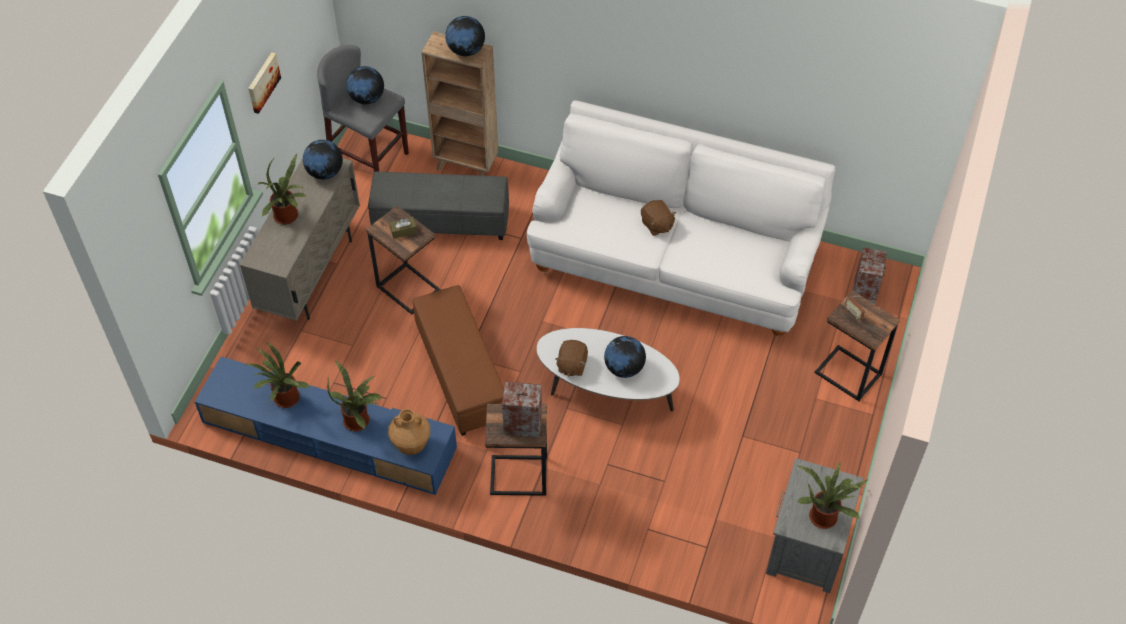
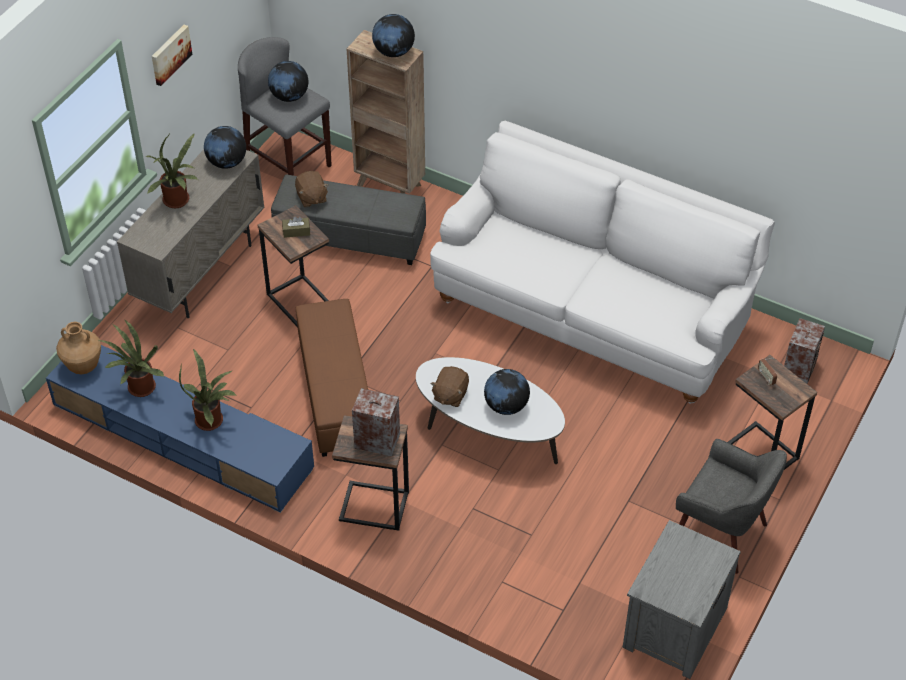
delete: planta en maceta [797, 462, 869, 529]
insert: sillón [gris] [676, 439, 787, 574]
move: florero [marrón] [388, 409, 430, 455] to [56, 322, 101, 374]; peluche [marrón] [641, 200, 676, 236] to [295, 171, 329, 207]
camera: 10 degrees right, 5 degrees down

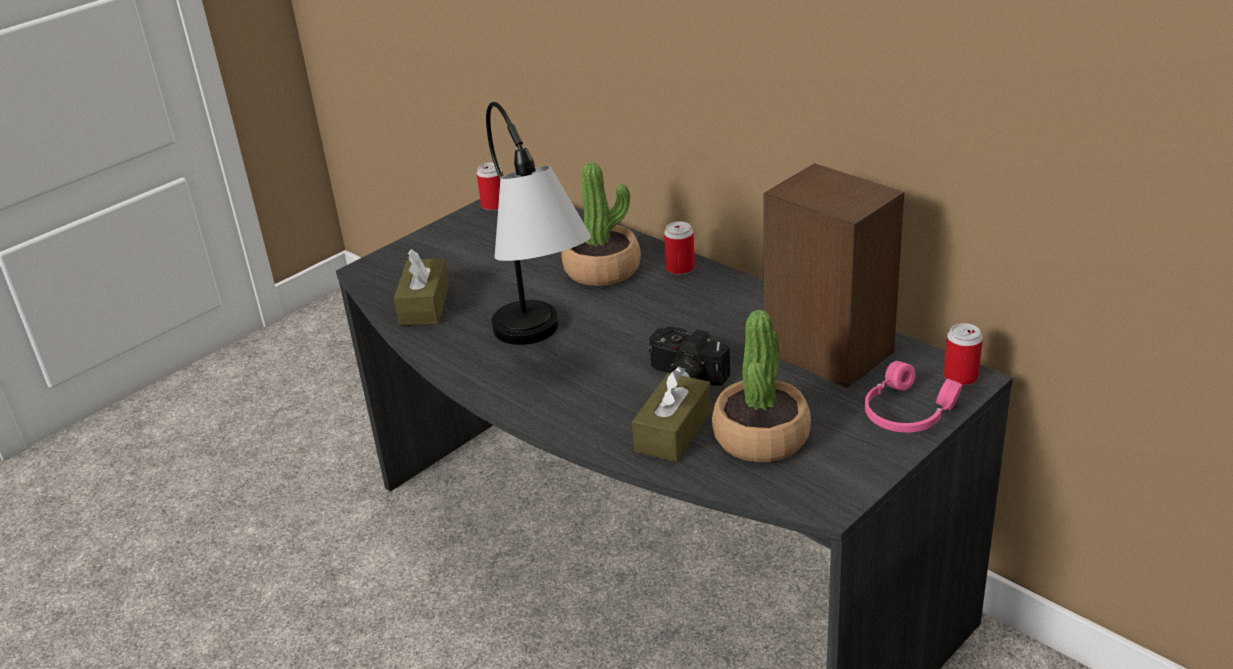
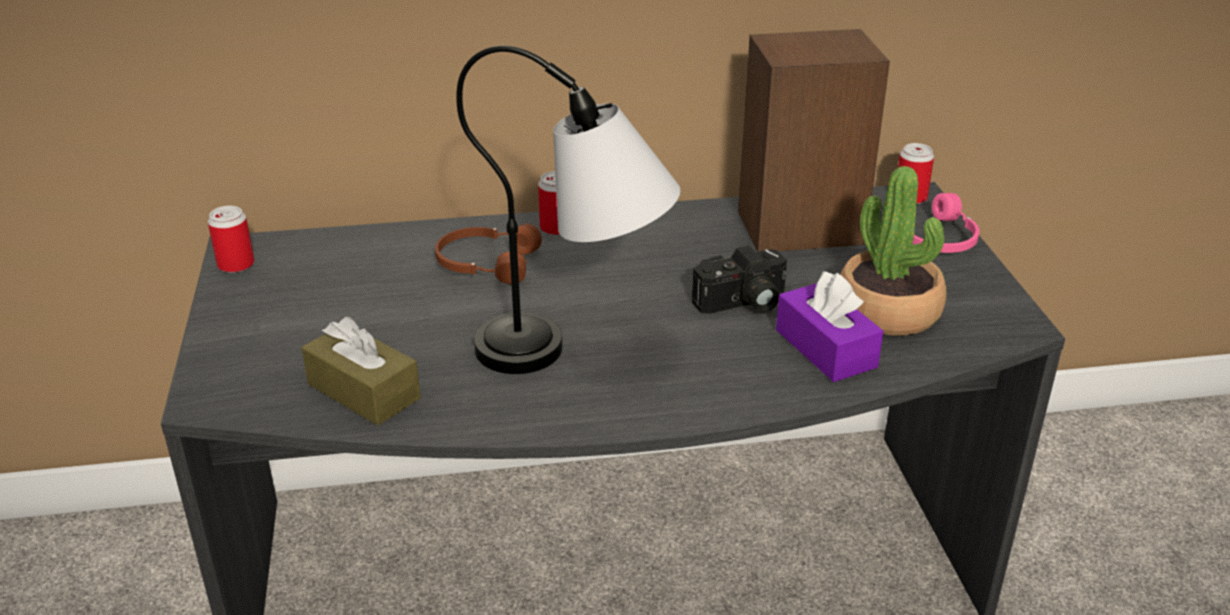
replace: planta en maceta [562, 162, 641, 286] to auriculares [marrón] [435, 223, 542, 284]
recolor: caja de pañuelos [marrón] [632, 367, 711, 462] to caja de pañuelos [morado] [776, 271, 884, 382]
camera: 55 degrees left, 0 degrees up

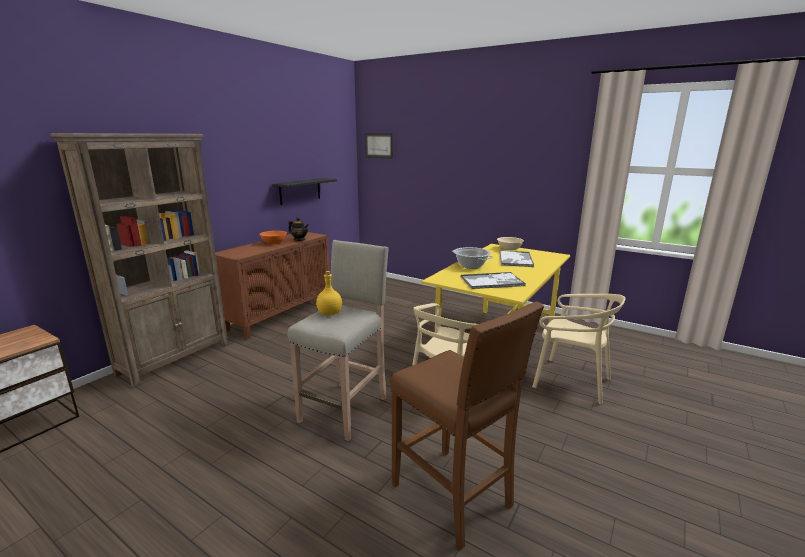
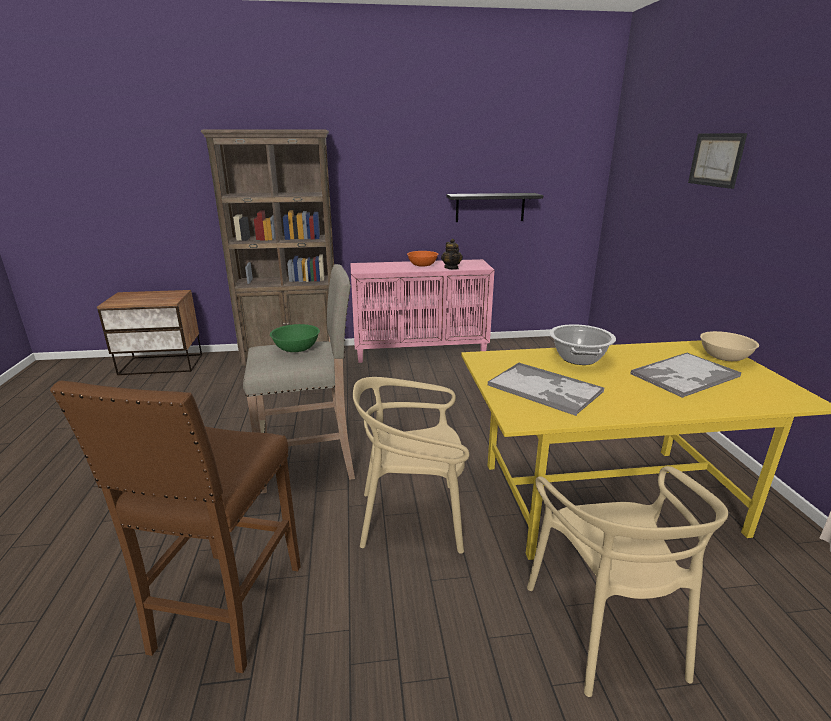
move: cuadro [365, 133, 393, 159] to [688, 133, 747, 189]
replace: botella [amarillo] [316, 271, 342, 316] to cuenco [verde] [270, 324, 320, 352]
recolor: armario [marrón] [215, 232, 330, 339] to armario [rosa] [350, 259, 495, 363]
camera: 50 degrees right, 5 degrees up

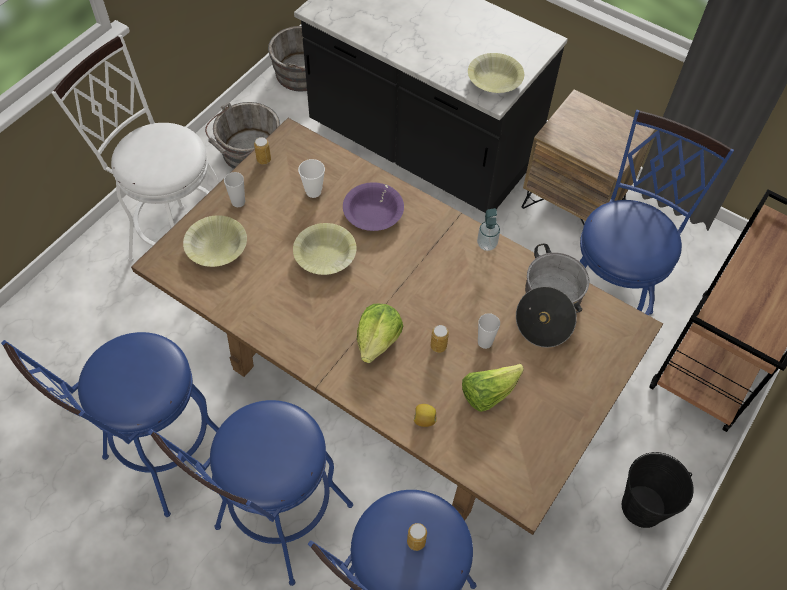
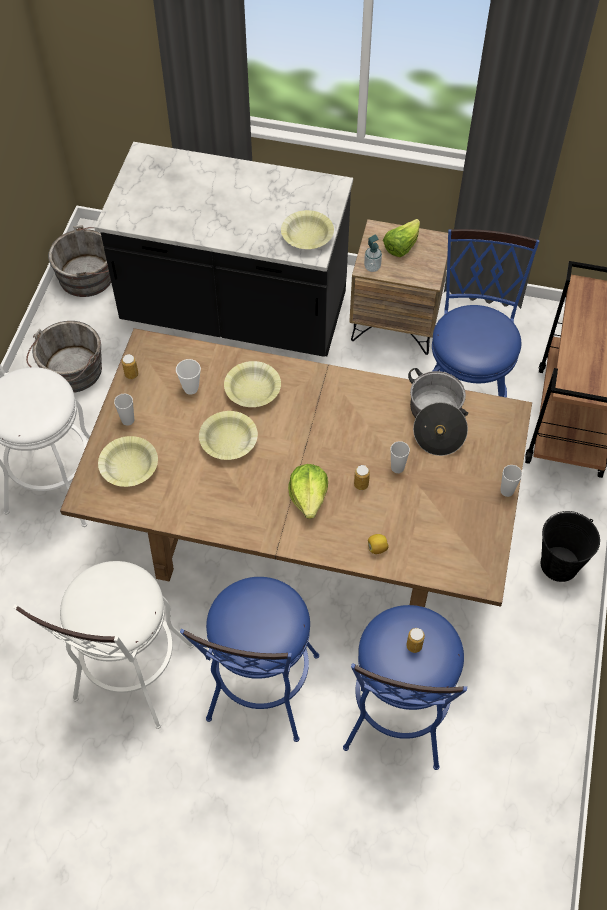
insert: taza [500, 465, 522, 497]
move: dispensador de jabón [477, 208, 500, 251] to [364, 235, 382, 272]; lechuga [462, 364, 524, 412] to [383, 219, 420, 257]
recolor: taburete [azul] [1, 332, 219, 517] to taburete [blanco] [13, 561, 194, 729]; cuenco [morado] [343, 182, 404, 231] to cuenco [amarillo] [224, 361, 281, 407]
camera: 20 degrees left, 0 degrees up

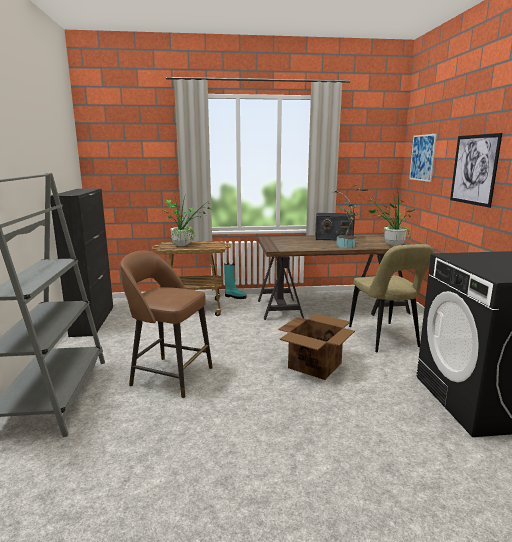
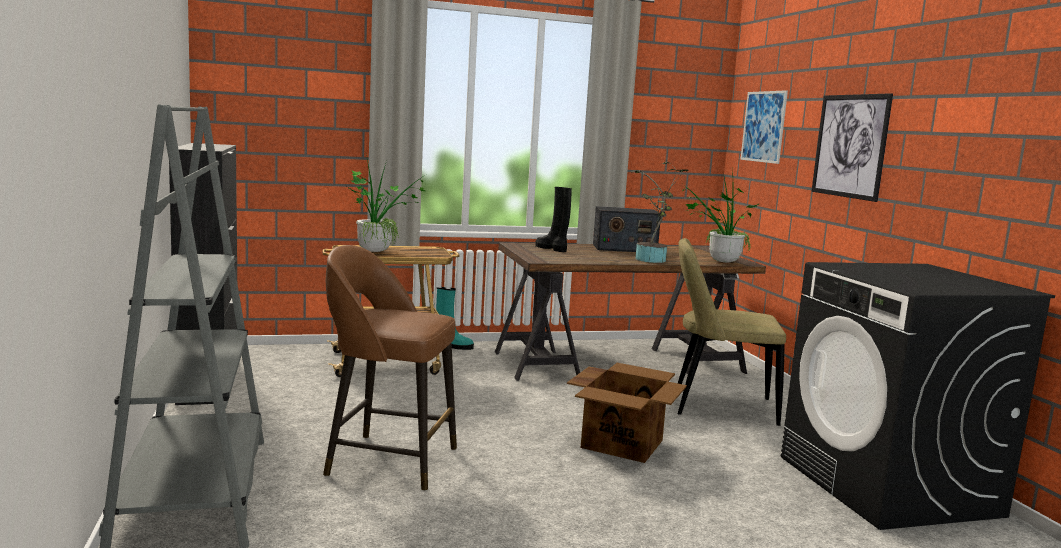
insert: bota [negro] [535, 187, 572, 252]
rotate: silla [beis] [349, 244, 433, 353] = [678, 238, 786, 426] 120 degrees clockwise
camera: 10 degrees left, 5 degrees down

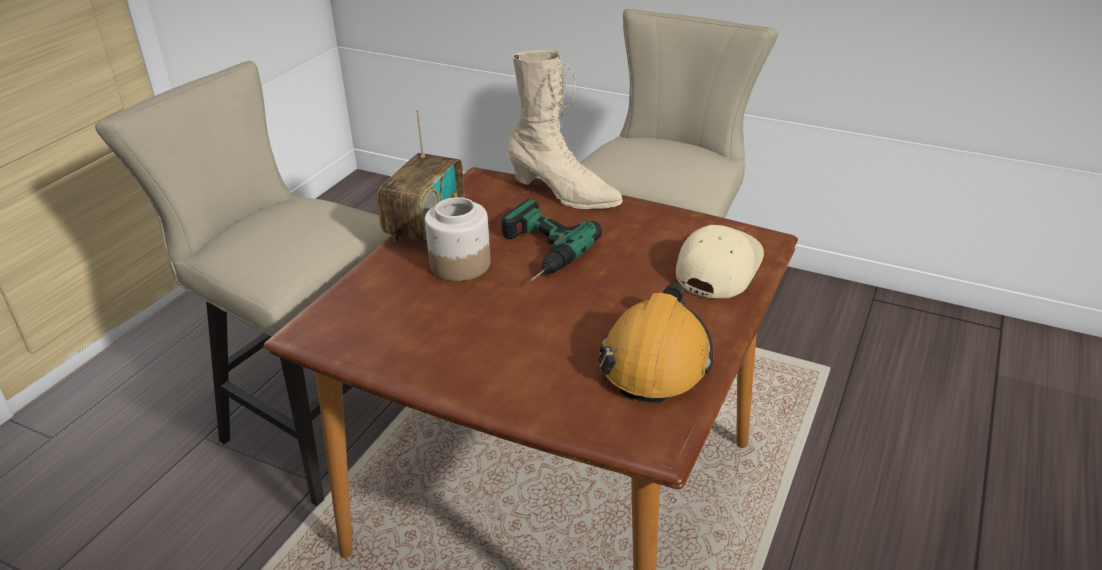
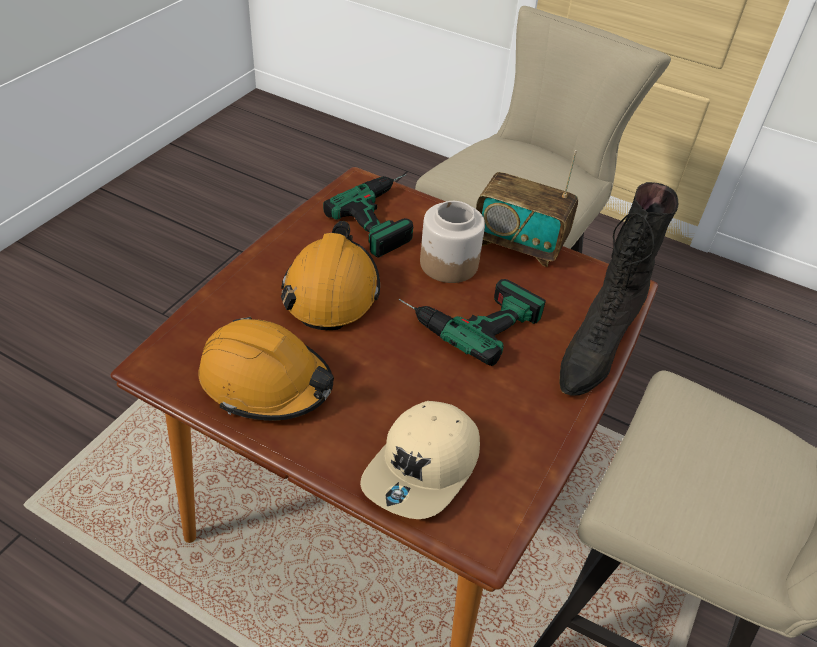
insert: casco [naranja] [281, 221, 380, 330]; taladro [323, 174, 413, 258]
recolor: bota [beis] [507, 50, 623, 209] to bota [negro] [559, 182, 679, 396]
rotate: gorra [beis] [676, 225, 764, 298] = [360, 401, 480, 519] 90 degrees clockwise
camera: 90 degrees right, 10 degrees up

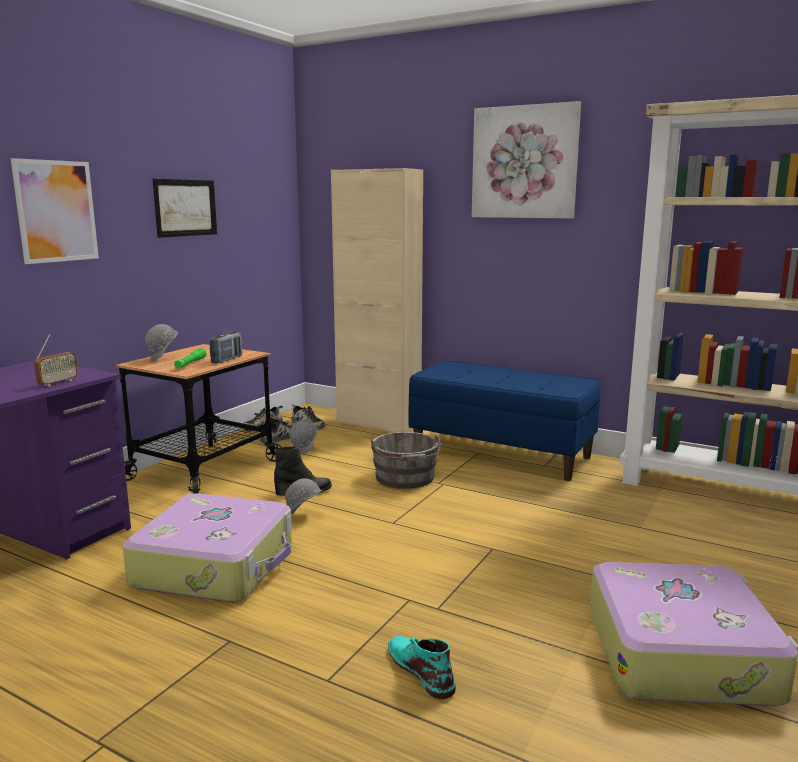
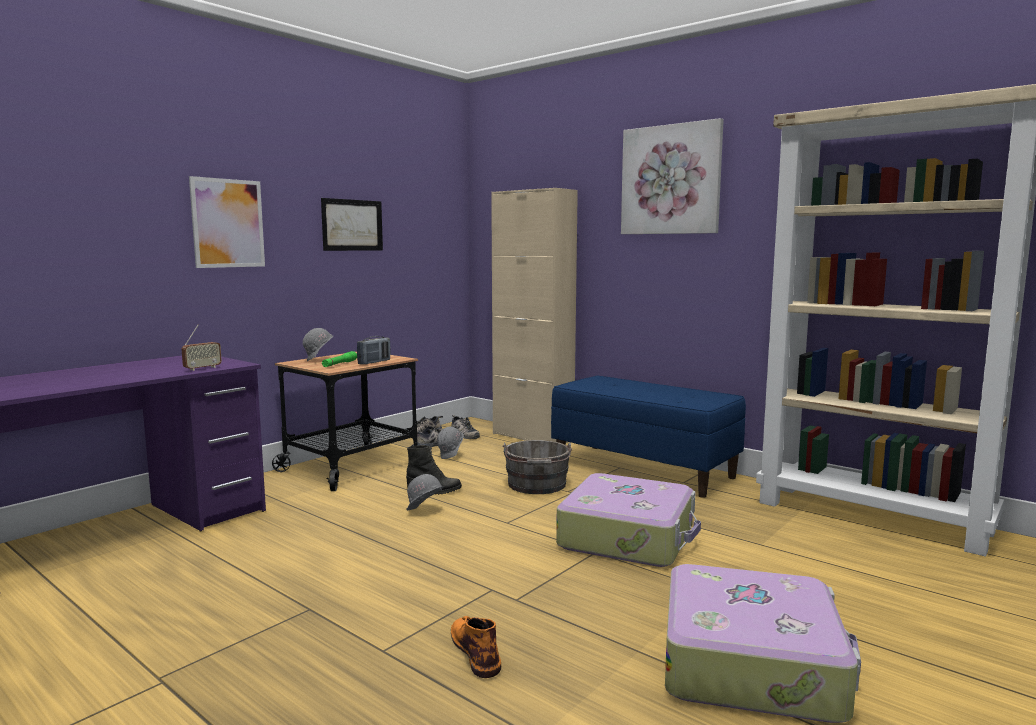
move: maleta [123, 493, 292, 603] to [556, 473, 701, 567]
recolor: bota [turquesa] [388, 636, 456, 699] to bota [naranja] [451, 616, 501, 678]
camera: 10 degrees right, 5 degrees down

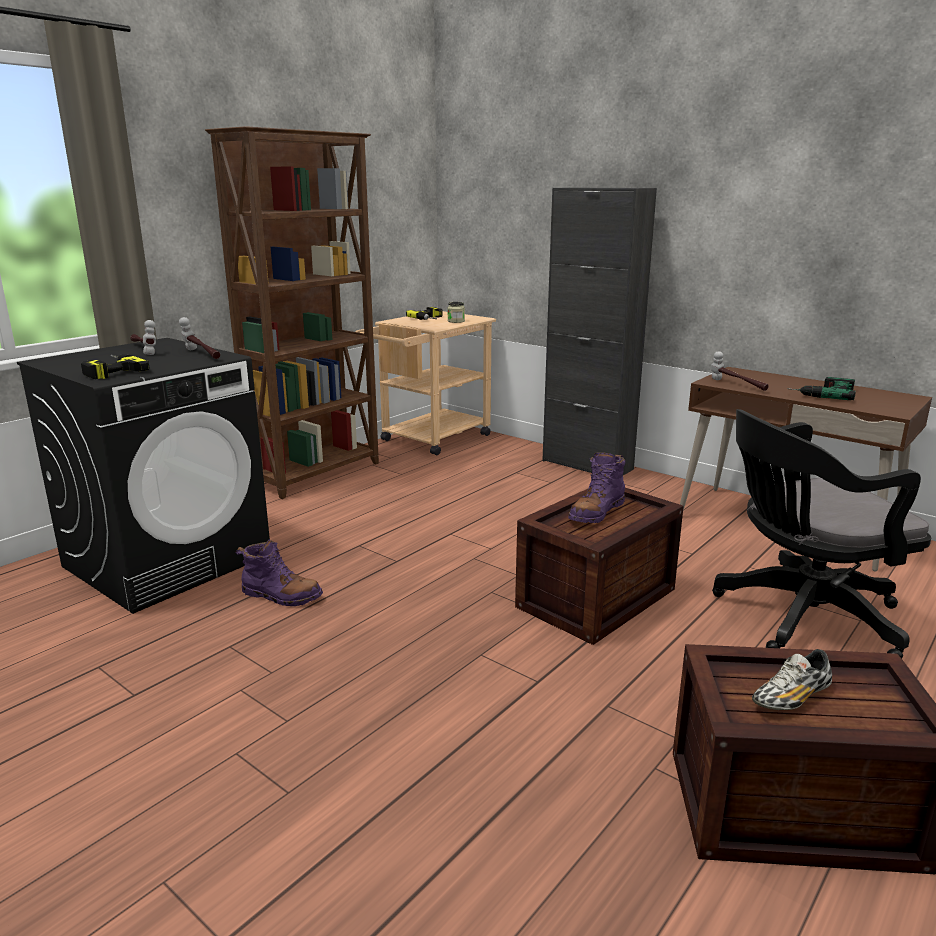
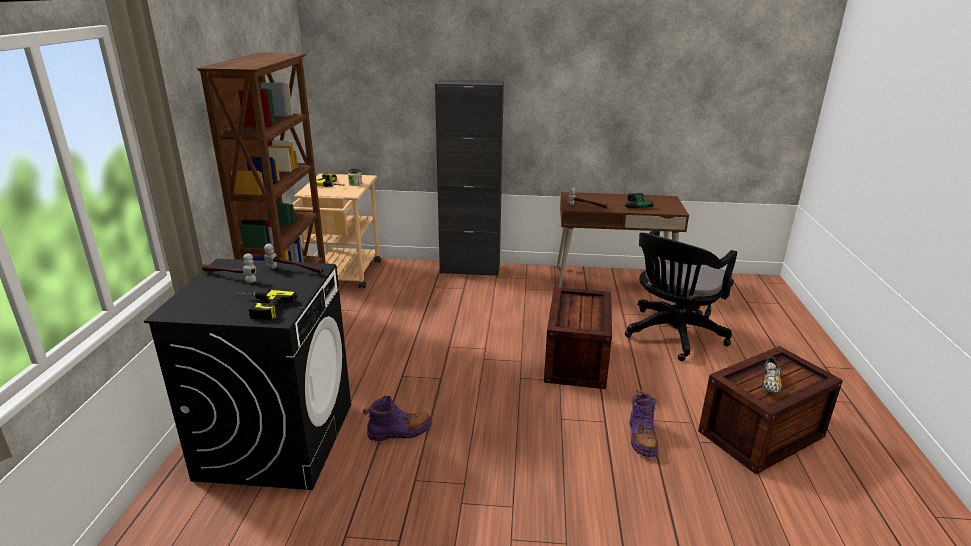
move: bota [morado] [568, 452, 625, 523] to [630, 390, 658, 457]
camera: 35 degrees left, 5 degrees up

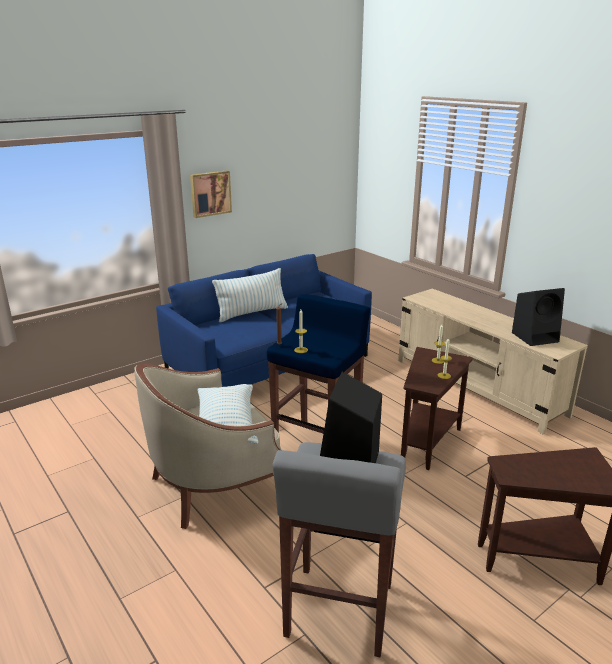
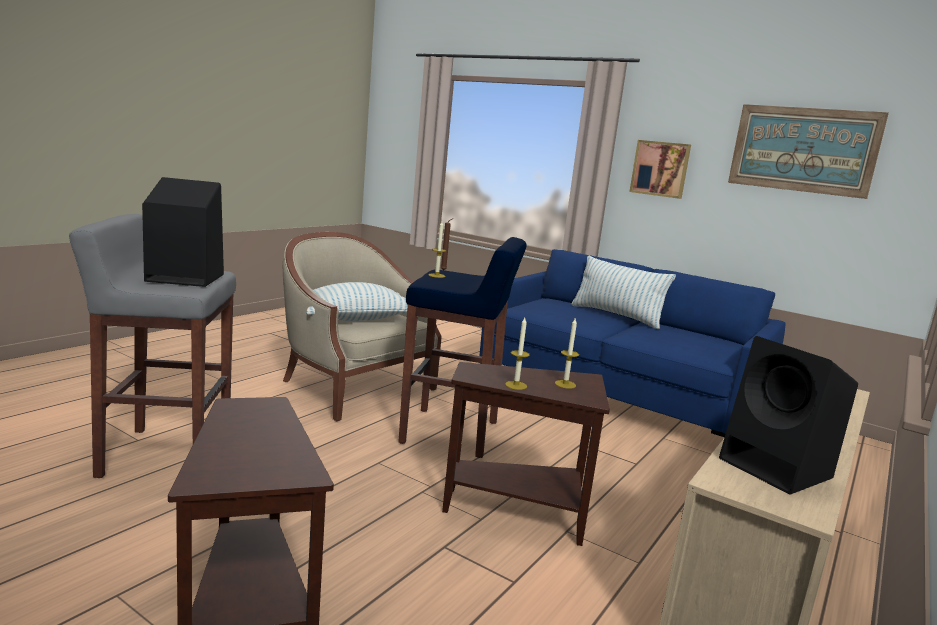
insert: cuadro [728, 104, 889, 199]
camera: 70 degrees right, 10 degrees down

